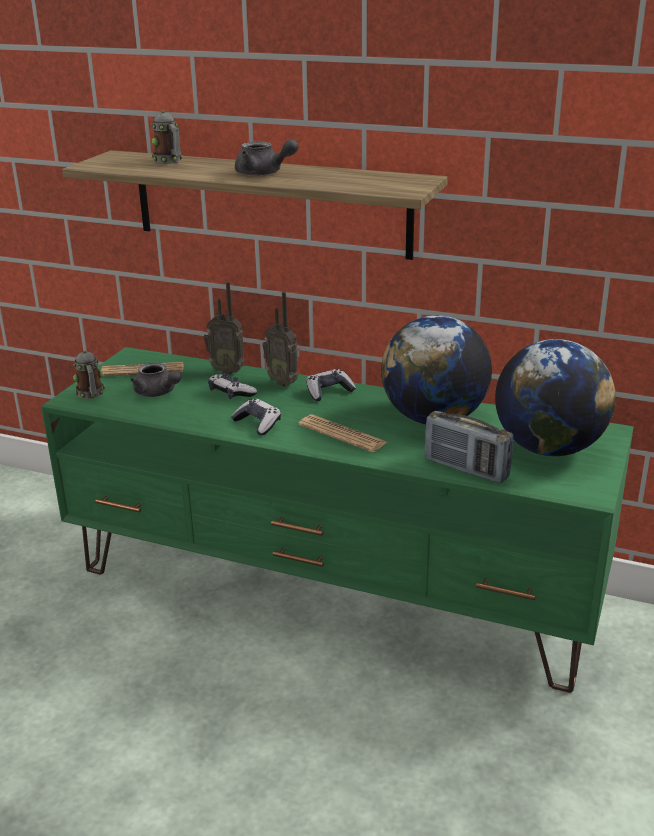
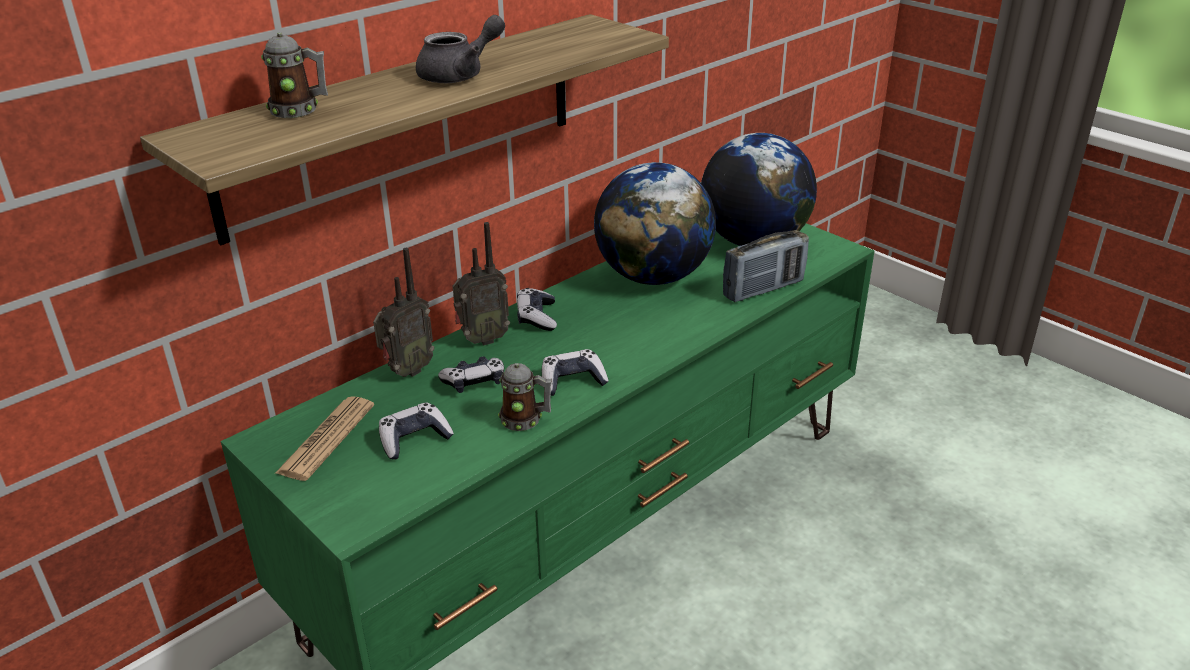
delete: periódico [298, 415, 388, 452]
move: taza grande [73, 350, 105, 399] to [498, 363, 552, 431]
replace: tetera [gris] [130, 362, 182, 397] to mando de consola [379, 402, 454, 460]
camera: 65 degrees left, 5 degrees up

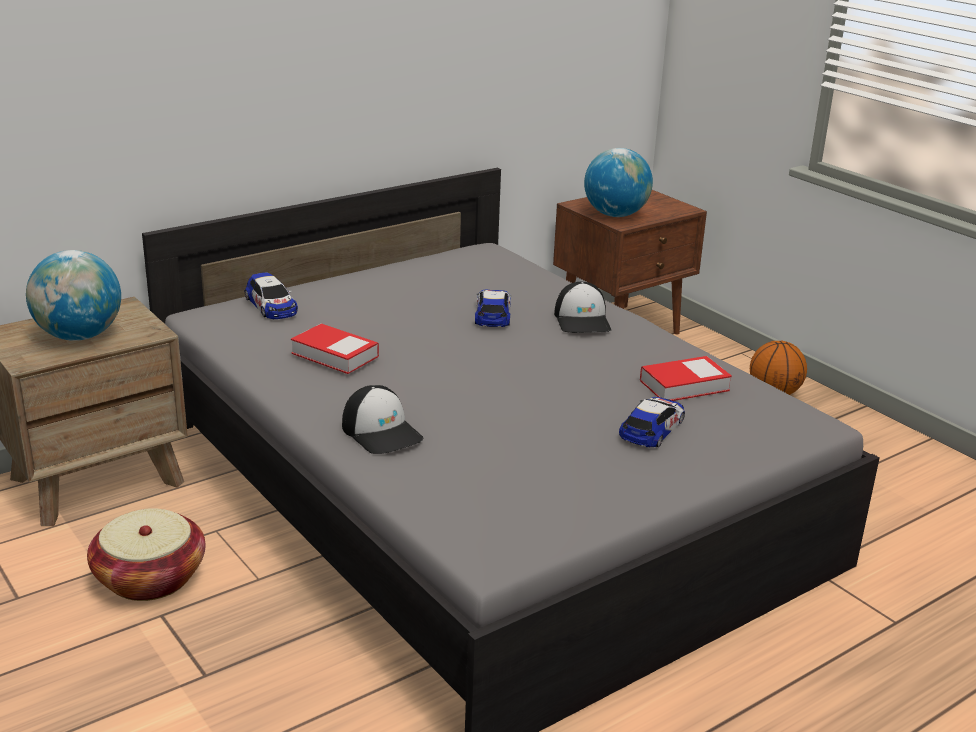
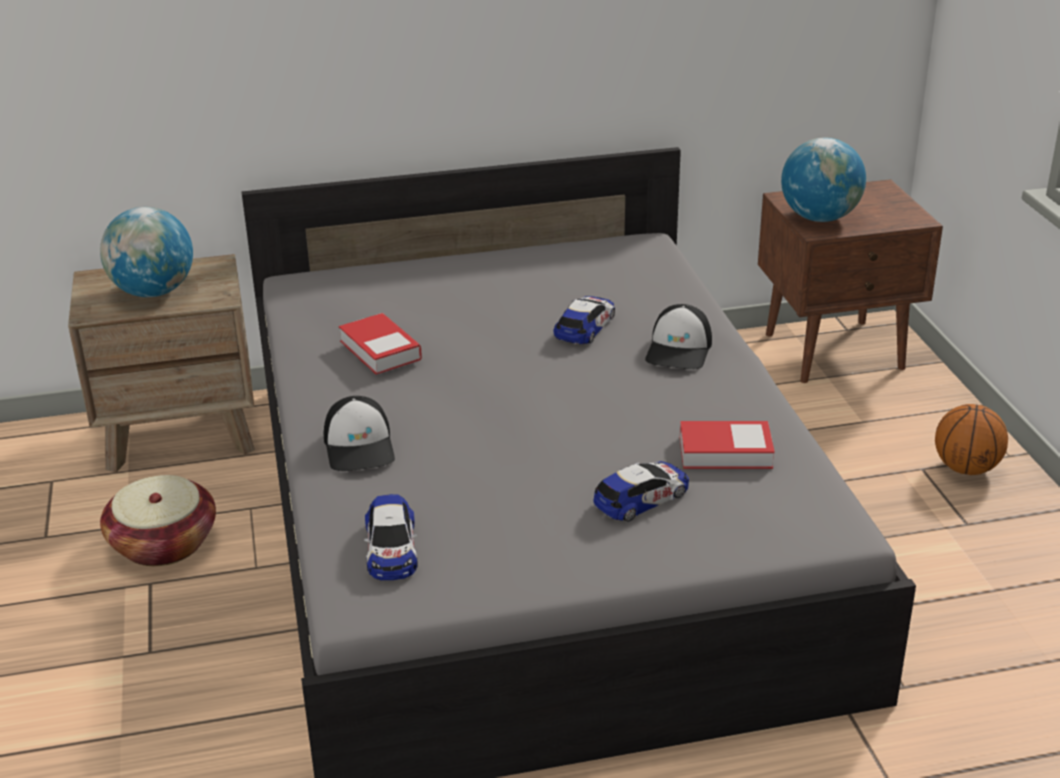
move: coche de juguete [244, 272, 298, 319] to [364, 494, 418, 580]
camera: 25 degrees right, 5 degrees up

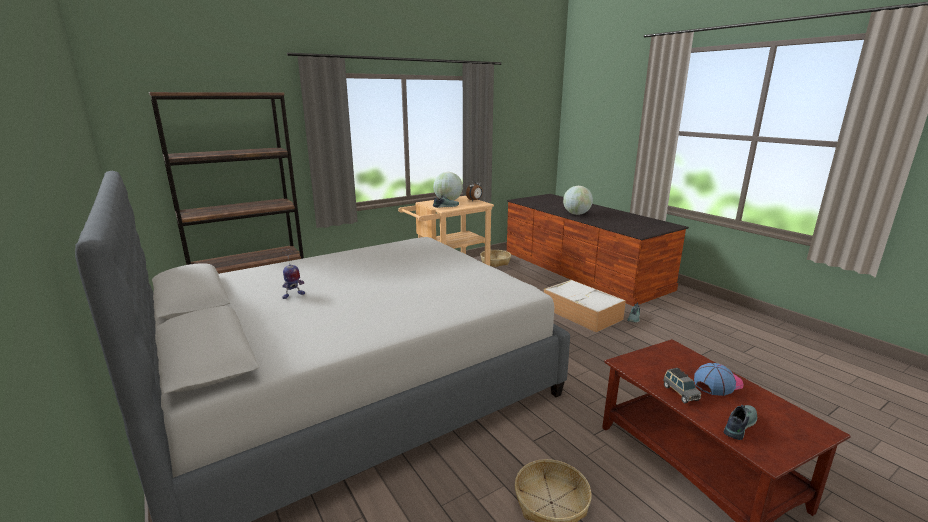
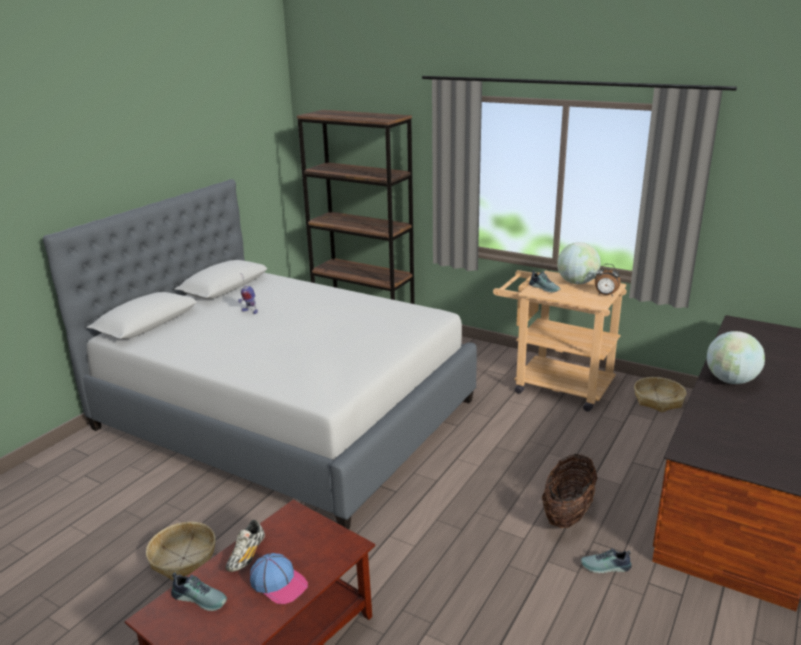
replace: coche de juguete [gris] [663, 368, 701, 403] to zapato [225, 520, 265, 572]; caja de almacenaje [544, 280, 626, 332] to cesta [542, 454, 597, 528]
camera: 65 degrees right, 5 degrees up

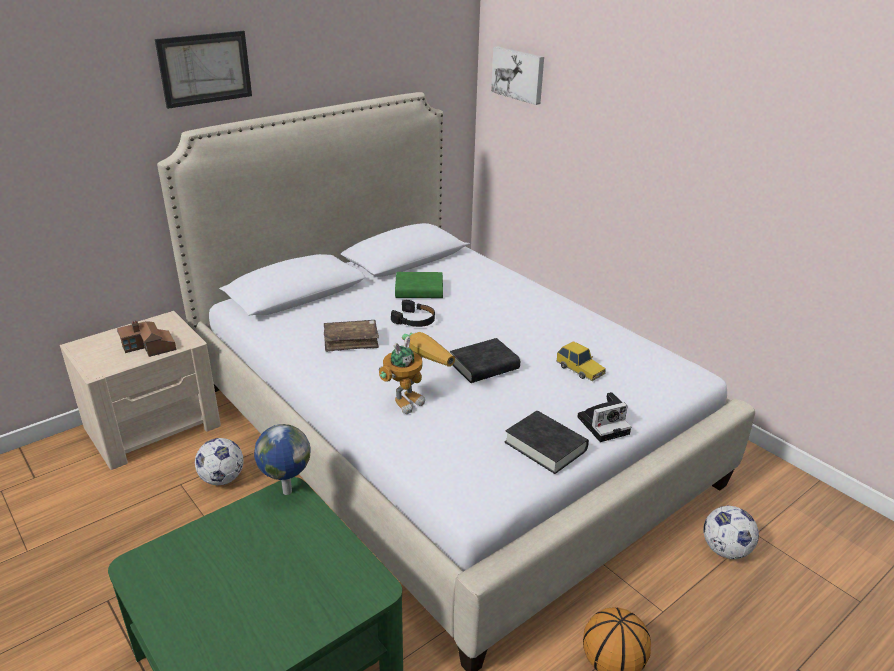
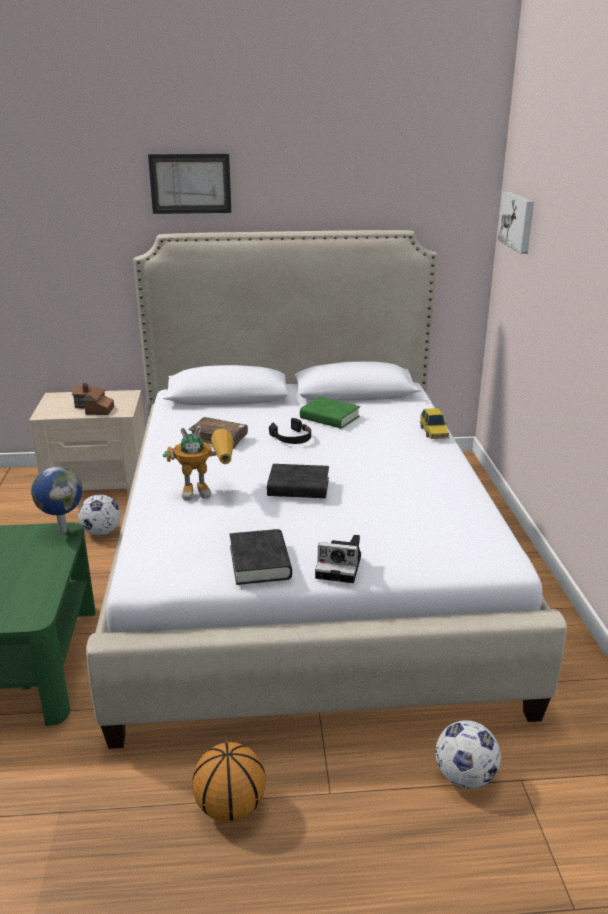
move: coche de juguete [556, 341, 606, 381] to [420, 408, 449, 439]
camera: 35 degrees right, 5 degrees down

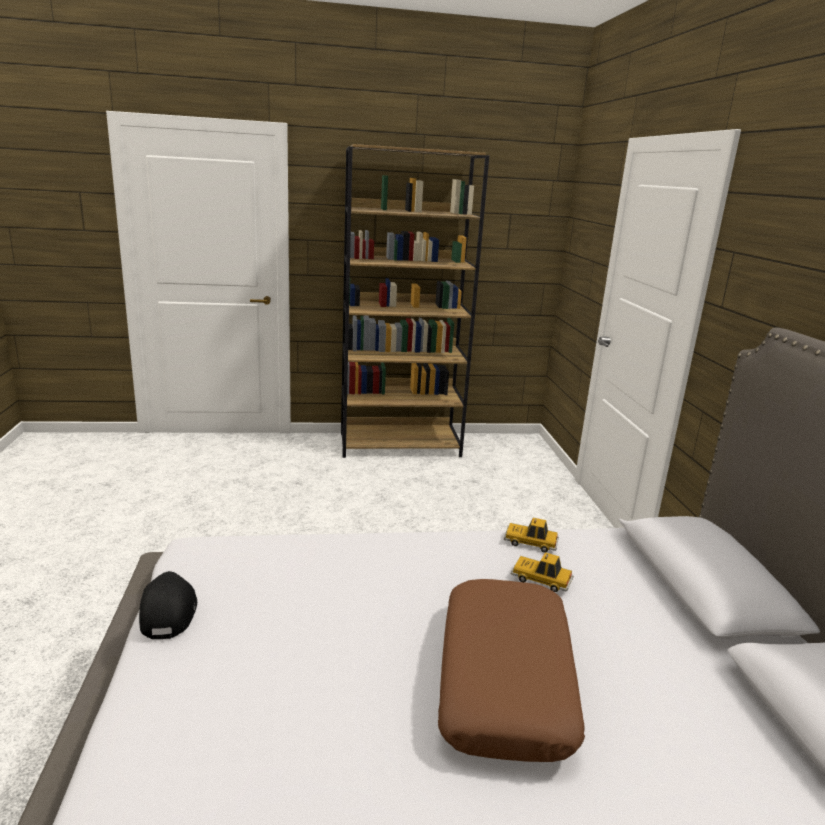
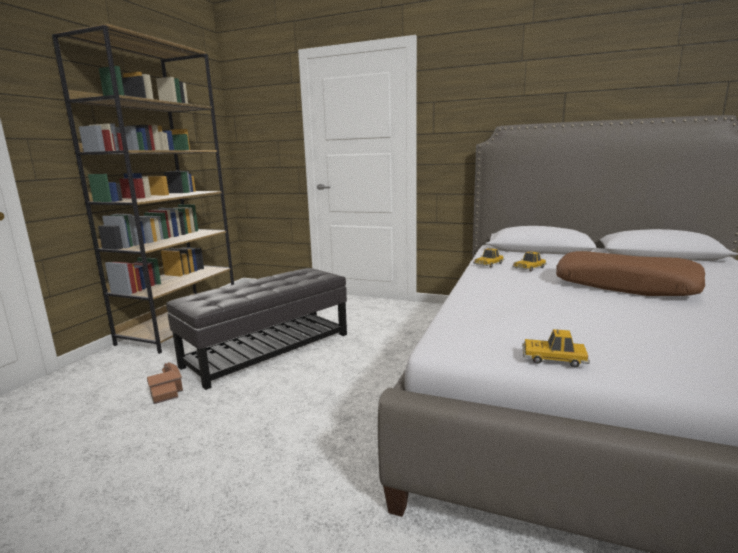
insert: casita [147, 362, 183, 404]; puf [negro] [166, 268, 347, 390]
replace: gorra [negro] [139, 571, 197, 639] to coche de juguete [522, 329, 590, 368]
camera: 60 degrees left, 5 degrees down

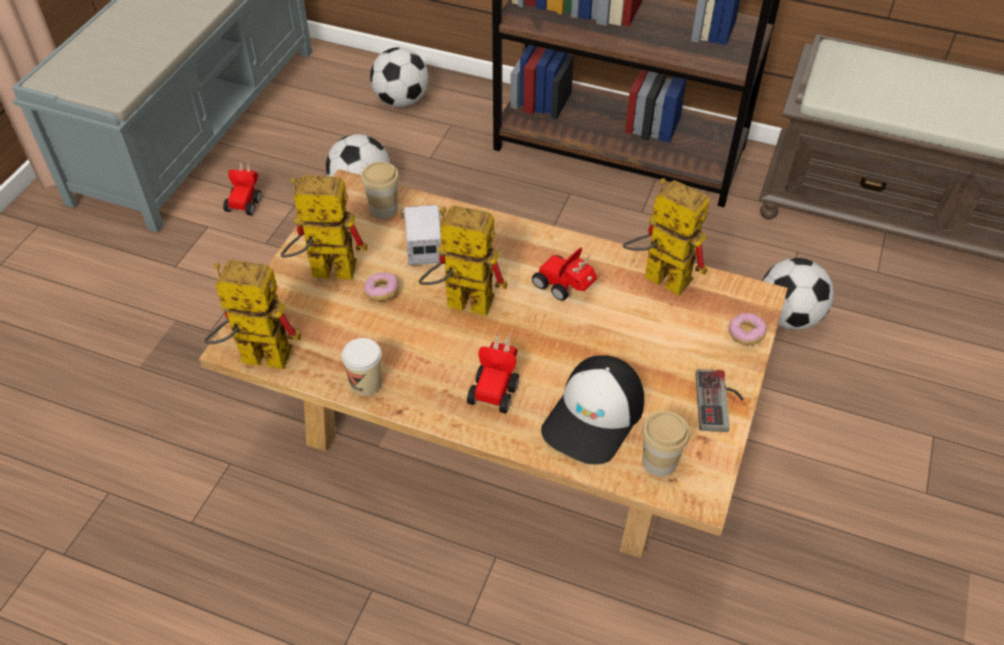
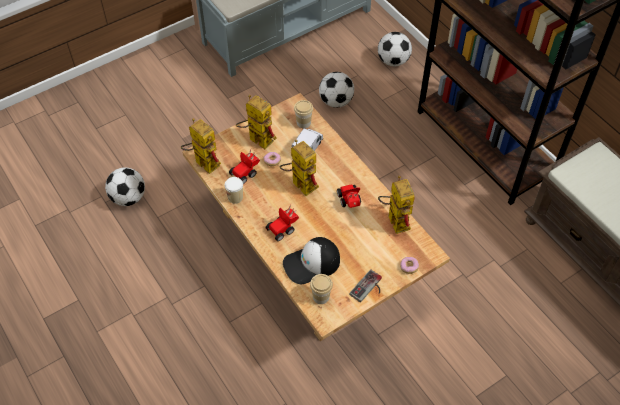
move: balón de fútbol [762, 258, 834, 330] to [105, 167, 145, 206]; coche de juguete [223, 158, 261, 215] to [229, 149, 260, 184]
camera: 35 degrees right, 5 degrees up

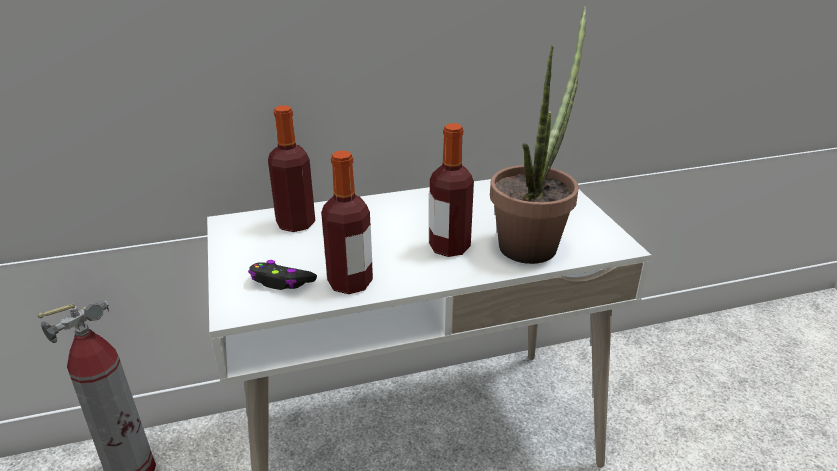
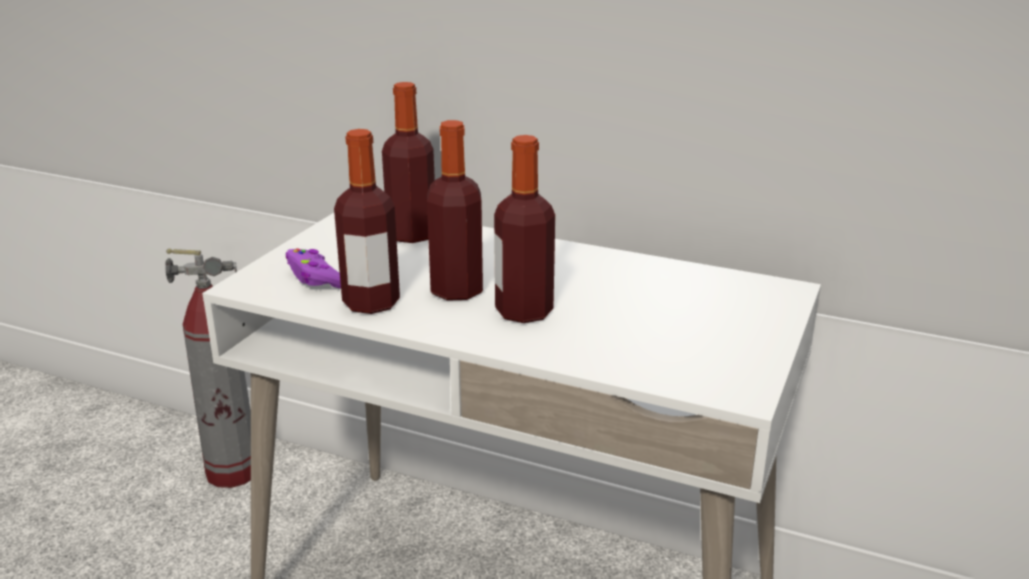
delete: planta en maceta [490, 6, 586, 264]
insert: botella [427, 120, 483, 301]
recolor: mando de consola [negro] [248, 260, 317, 290] to mando de consola [morado] [286, 248, 341, 289]
camera: 40 degrees right, 5 degrees down

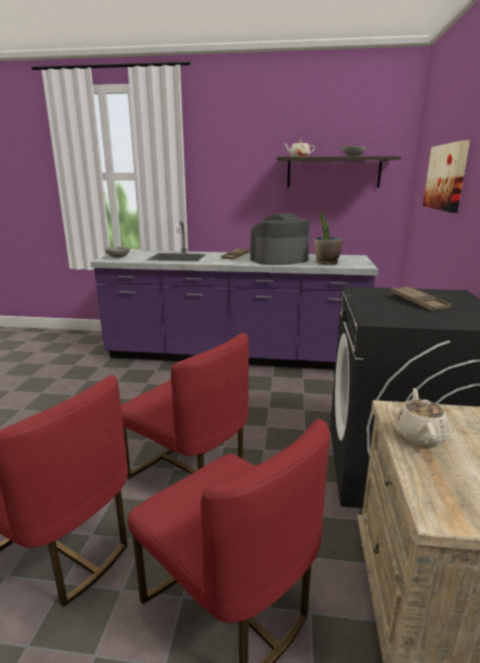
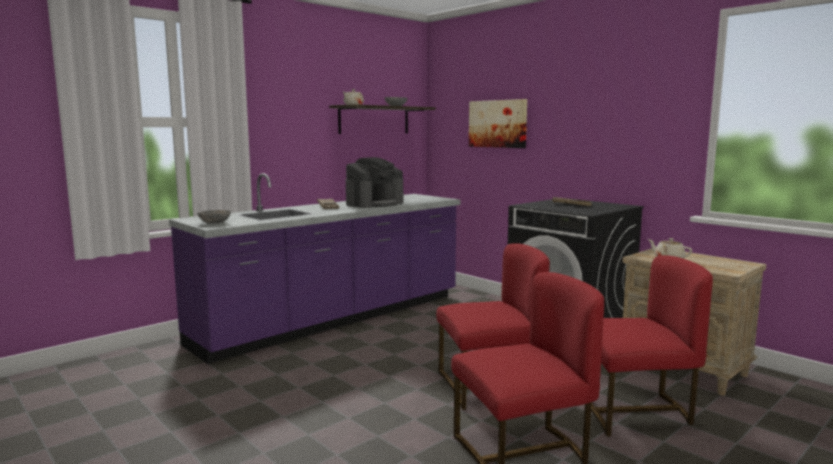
delete: planta en maceta [314, 211, 343, 265]
rotate: cafetera [250, 213, 310, 265] = [346, 157, 403, 208] 150 degrees counterclockwise
camera: 50 degrees left, 10 degrees down

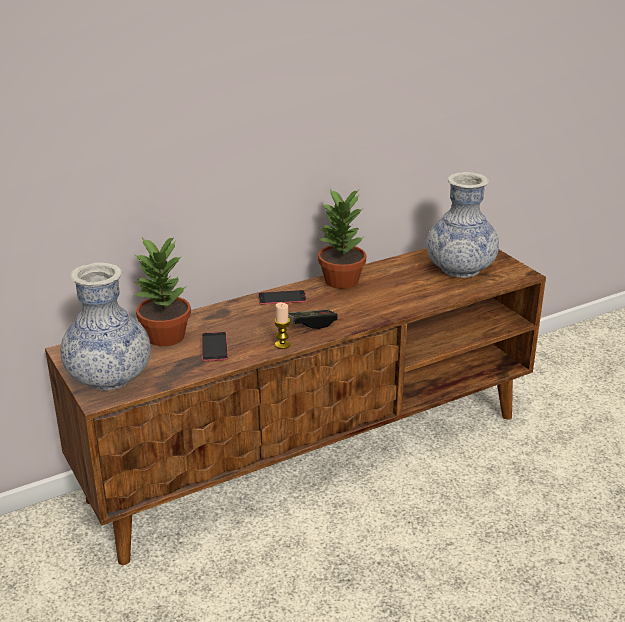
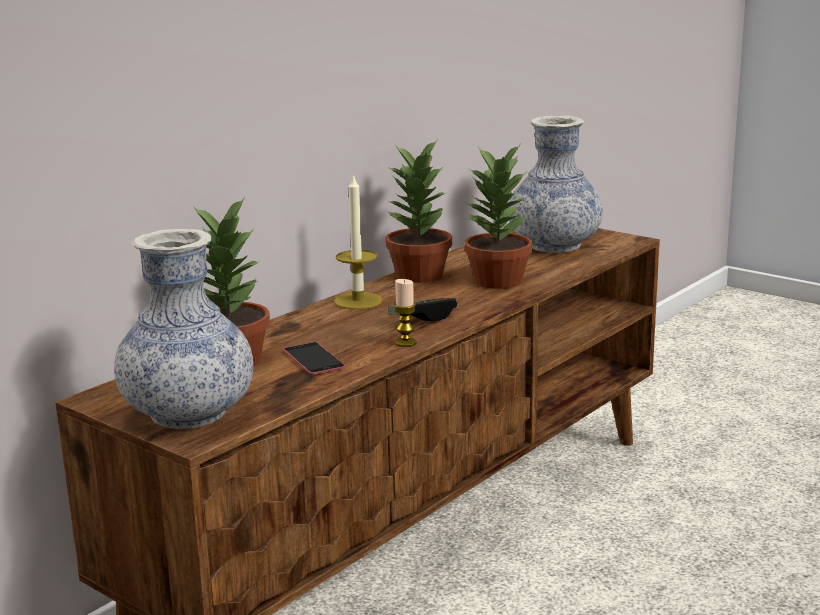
insert: planta en maceta [465, 145, 532, 289]
replace: móvil [258, 290, 307, 305] to vela [334, 174, 382, 309]
camera: 20 degrees left, 10 degrees down

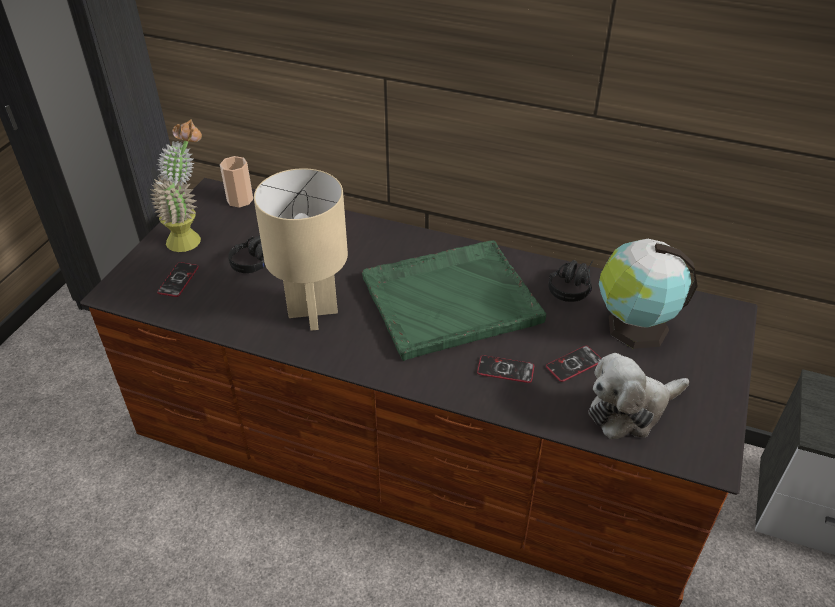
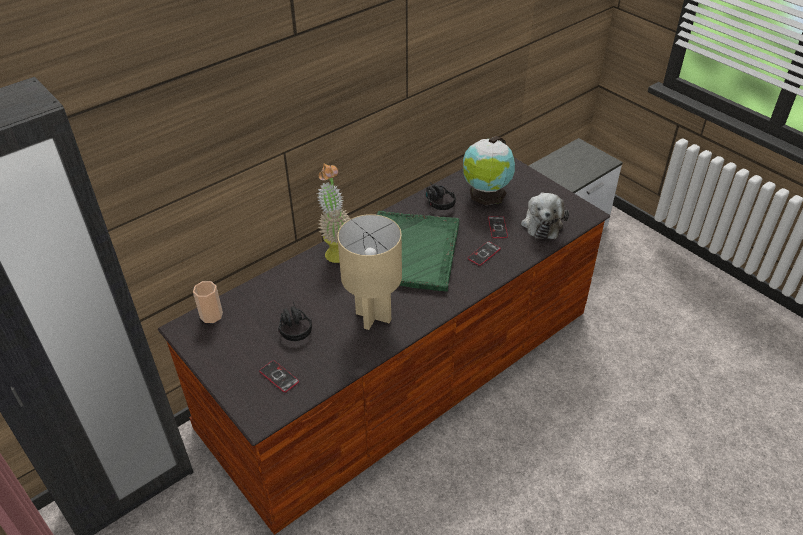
move: planta en maceta [150, 119, 202, 252] to [317, 164, 351, 263]
camera: 60 degrees left, 0 degrees up

